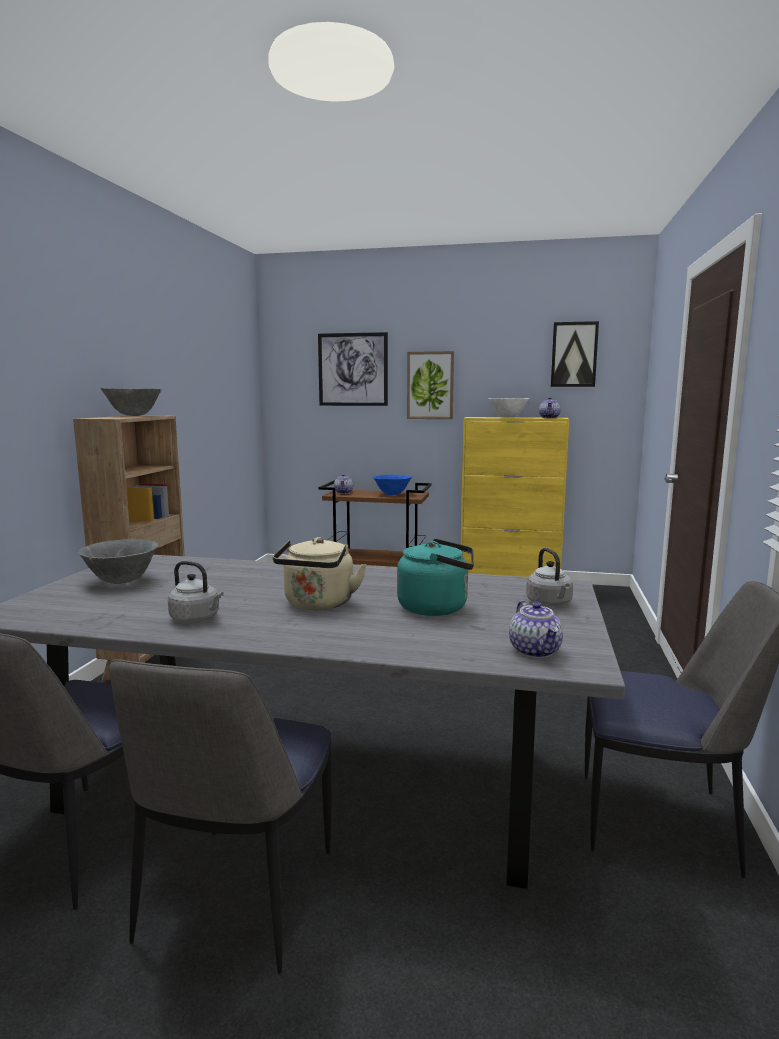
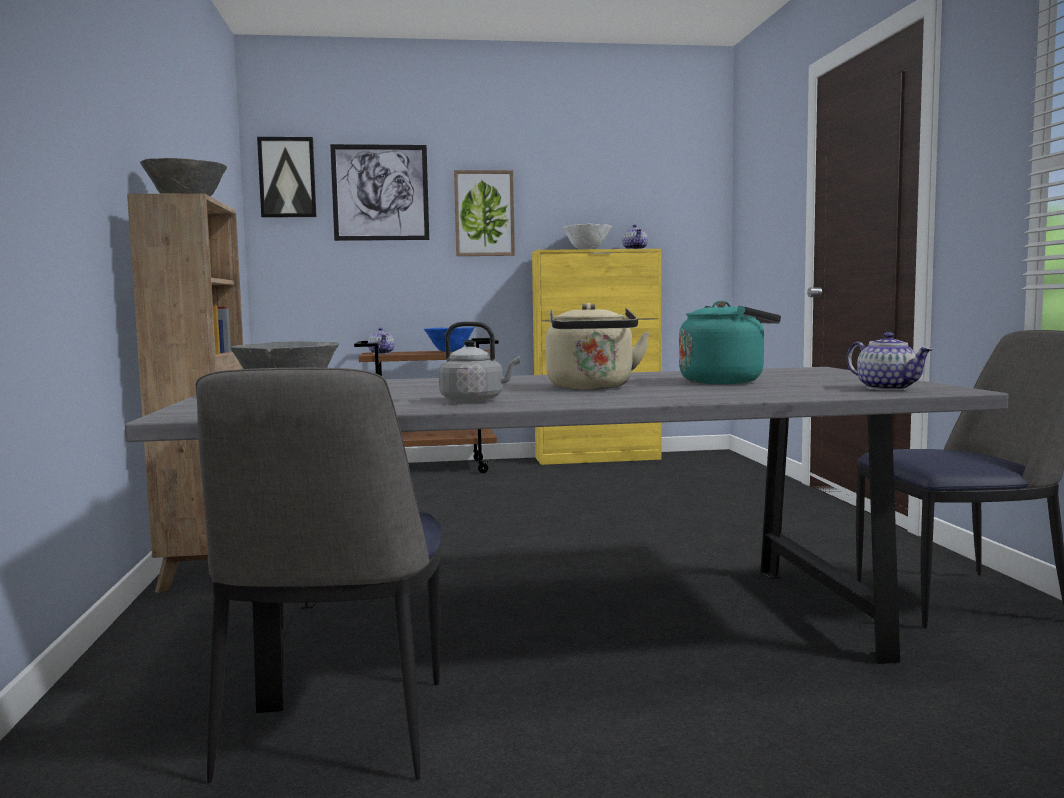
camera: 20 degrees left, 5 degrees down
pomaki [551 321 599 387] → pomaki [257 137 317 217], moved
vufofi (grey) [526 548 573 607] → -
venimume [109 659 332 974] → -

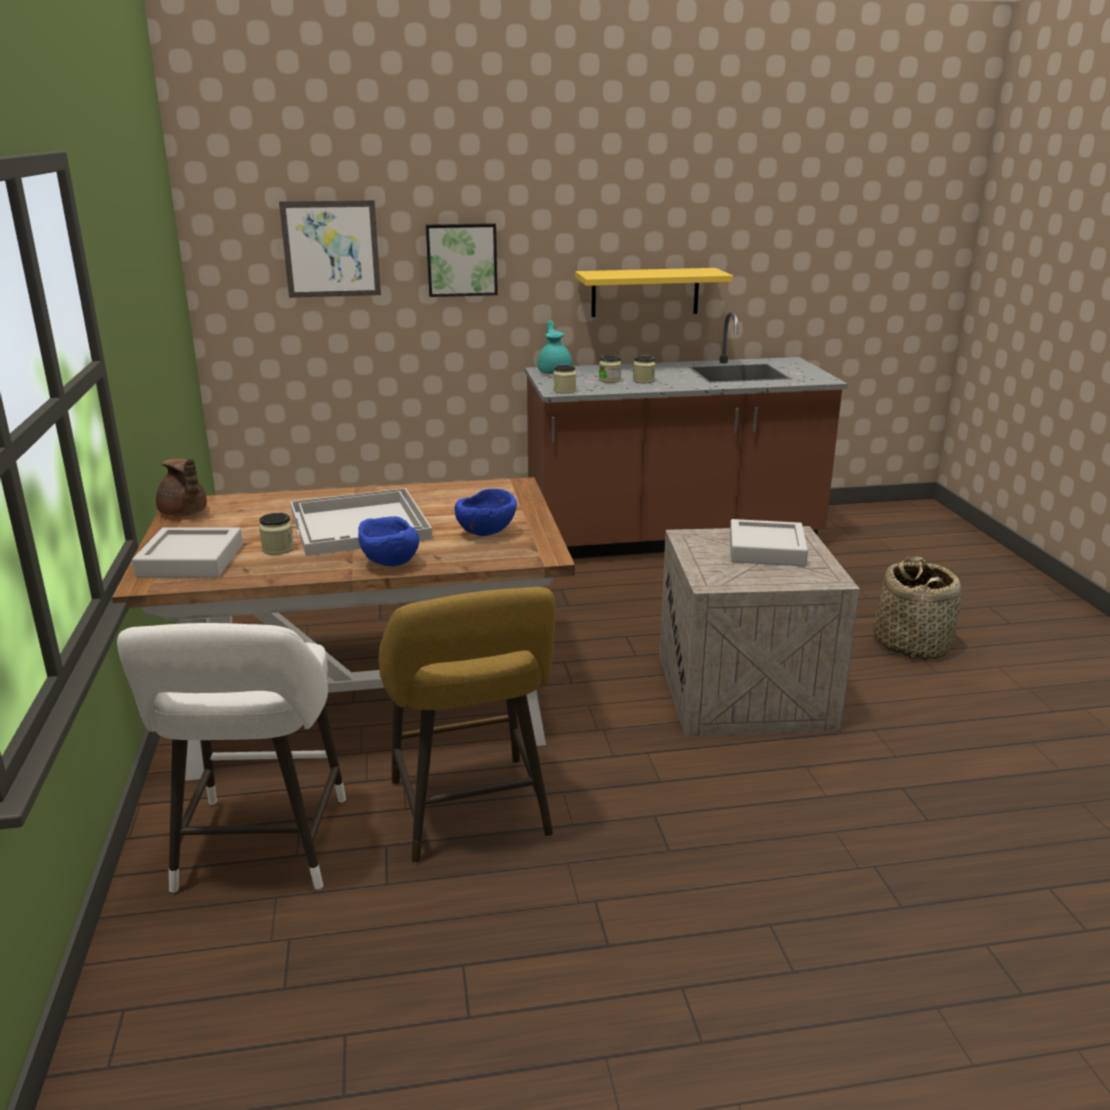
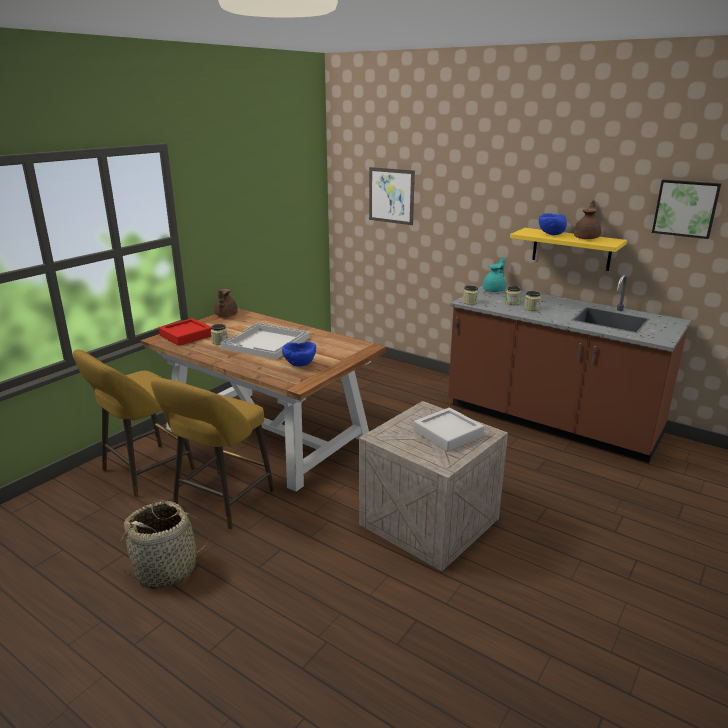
camera: 45 degrees right, 0 degrees up
pomaki [426 223 498 297] → pomaki [652 180 721 239], moved
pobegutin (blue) [358 516 419 566] → pobegutin (blue) [539 213 567 235], moved
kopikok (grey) [132 527 243 578] → kopikok (red) [159 318 211 346]
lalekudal [873 556 962 660] → lalekudal [121 500 210 589], moved
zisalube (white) [117 623 346 893] → zisalube (yellow) [73 349 196 497]
- → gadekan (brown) [574 200 601 239]

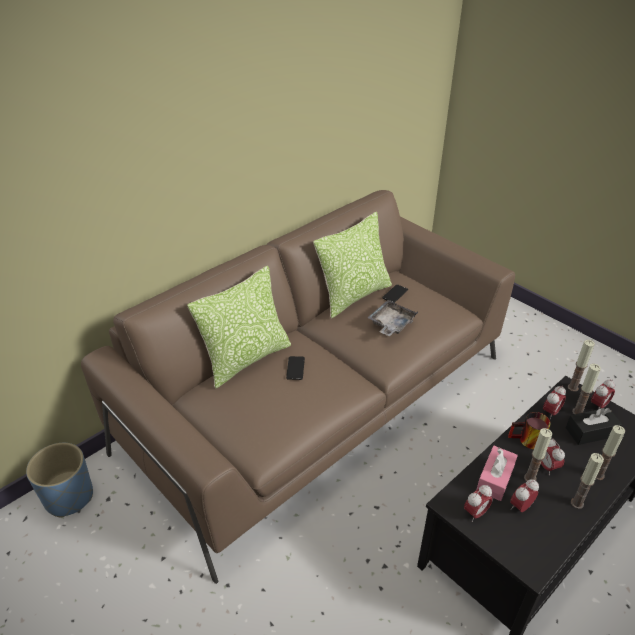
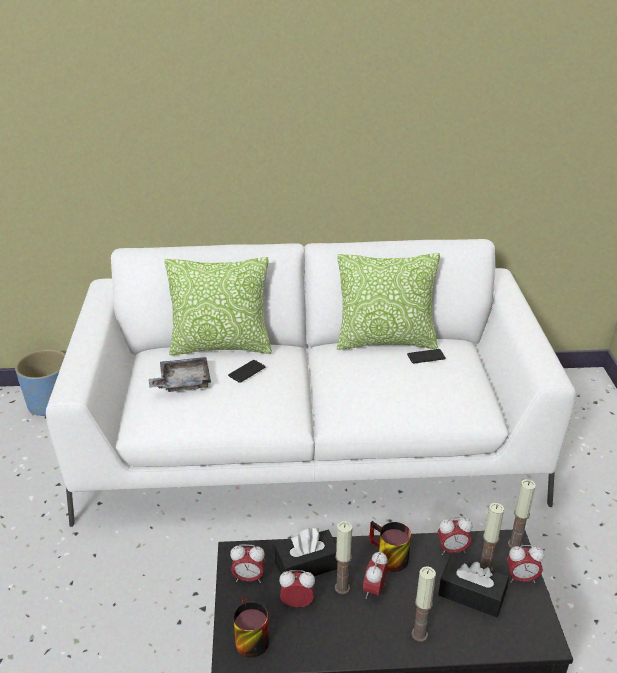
camera: 40 degrees right, 5 degrees down
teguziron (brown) [81 190 515 584] → teguziron (white) [46 239 576 527]
kopikok (grey) [367 300 418 336] → kopikok (grey) [149 357 211 392], moved
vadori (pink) [477 446 518 501] → vadori (black) [275 528 337 576]
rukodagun [571 453 604 509] → -
- → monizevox [233 593 269 658]

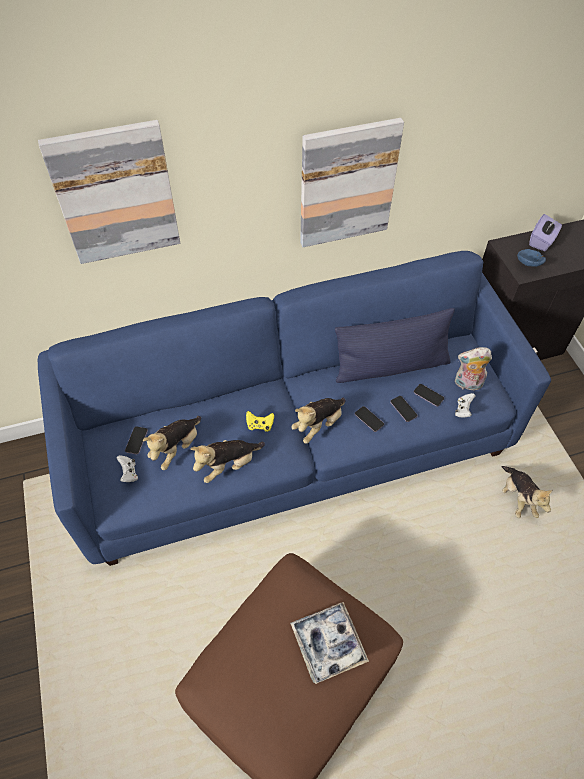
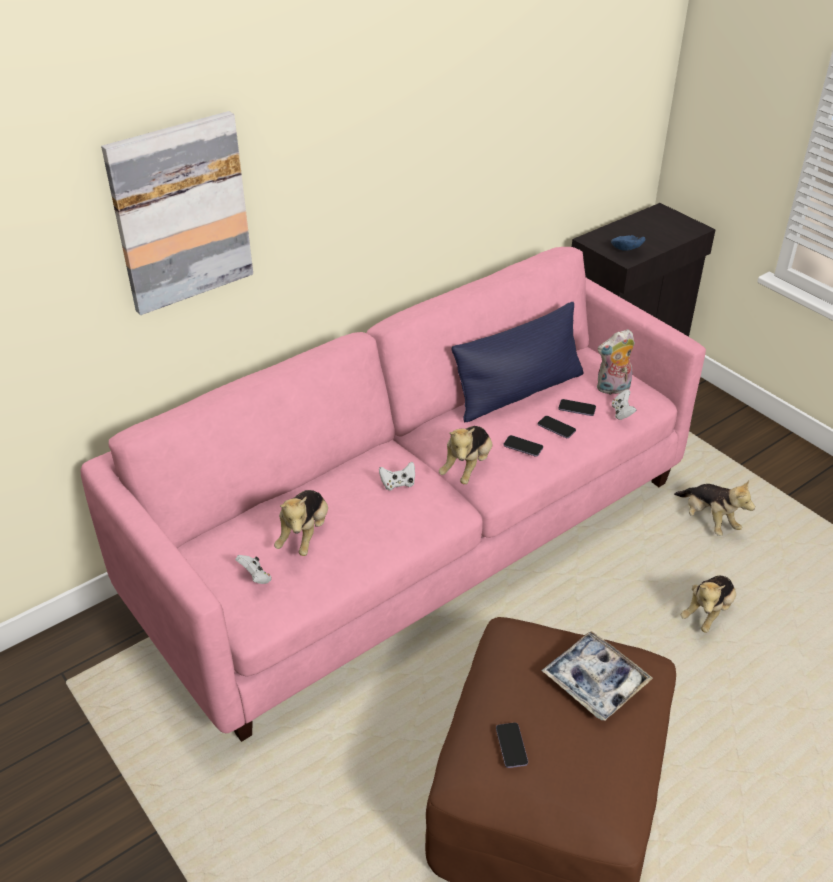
camera: 20 degrees left, 15 degrees down
pomaki [300 118 404 247] → -
vadori (purple) [529 214 562 252] → -
teguziron (blue) [38 251 551 566] → teguziron (pink) [81 247 706 742]
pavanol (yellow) [246 411 274 432] → pavanol (white) [379 462 415 490]
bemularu [125 426 148 455] → bemularu [496 723 528 768], moved
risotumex [191 440 265 483] → risotumex [681 576 736 633], moved

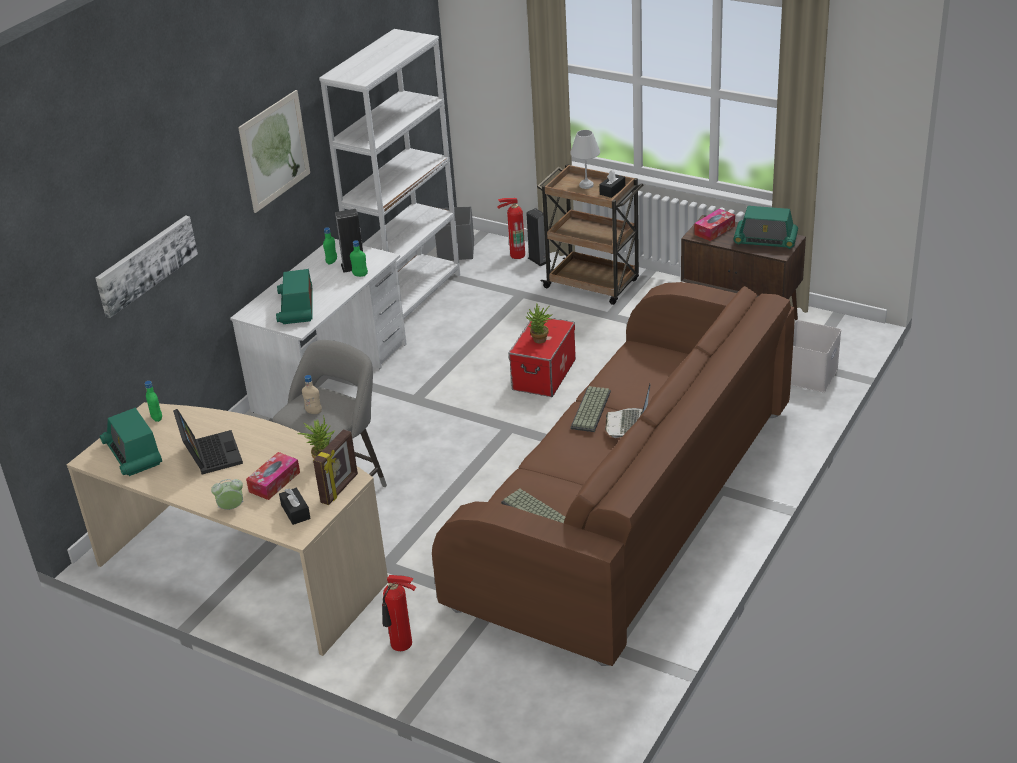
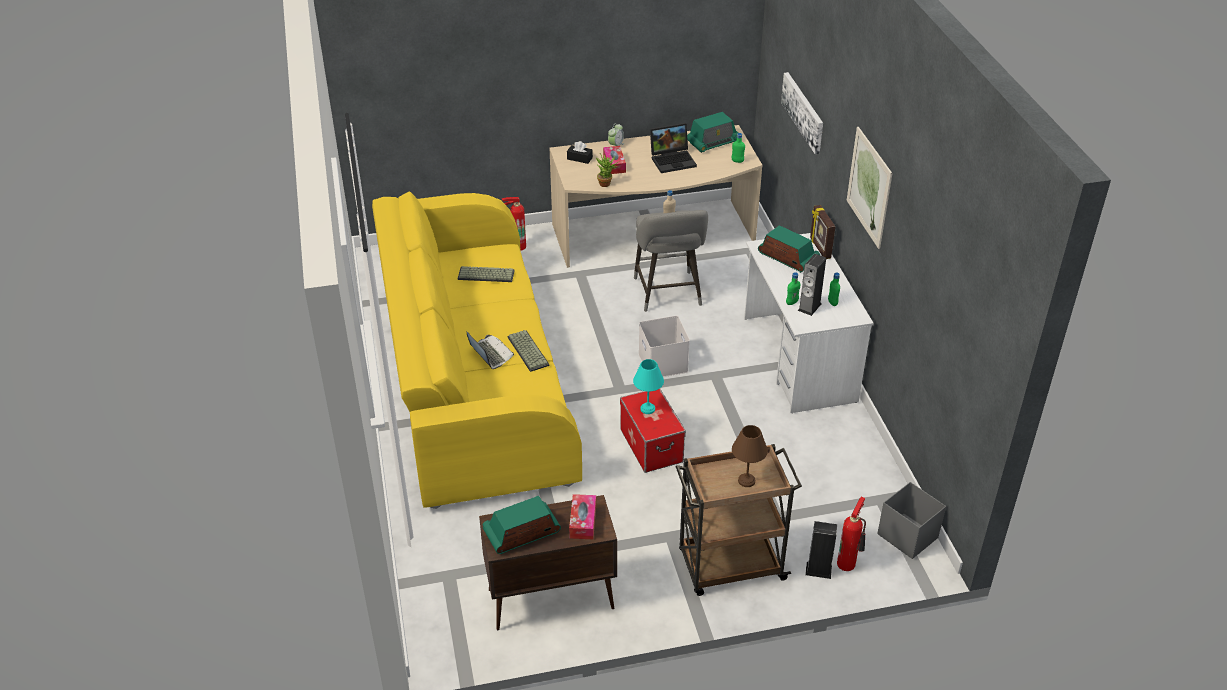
camera: 135 degrees right, 5 degrees up
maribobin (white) [319 29 460 319] → -
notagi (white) [570 130 600 189] → notagi (brown) [732 425 768 487]
vadori (black) [599 170 625 198] → -
teguziron (brown) [432 282 795 666] → teguziron (yellow) [372 192 582 509]
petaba [525 303 553 343] → notagi (turquoise) [633 359 664 414]
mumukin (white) [791 320 841 392] → mumukin (white) [639 316 690 377], moved
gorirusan [100 408 162 476] → gorirusan [687 112 738 153], 135 degrees clockwise
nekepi [173 409 243 475] → nekepi [650 123 697 173], 45 degrees counterclockwise
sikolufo [313 430 358 505] → sikolufo [810 205 835 259], moved

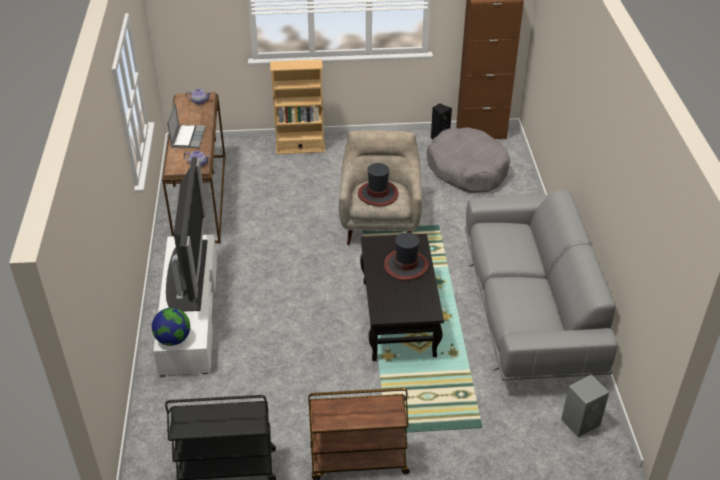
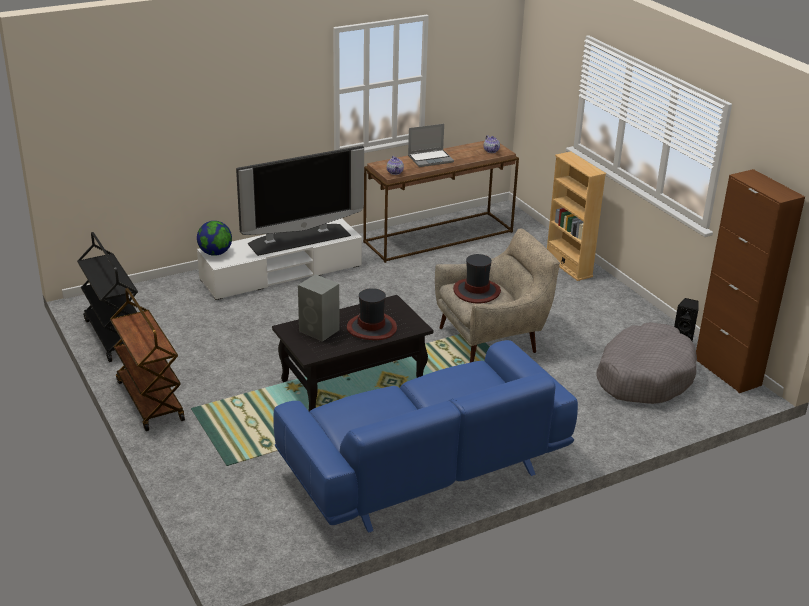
camera: 65 degrees right, 10 degrees down
teguziron (grey) [465 190 617 381] → teguziron (blue) [273 340 578 533]
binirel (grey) [561 375 609 437] → binirel (grey) [298 274 340 342], moved

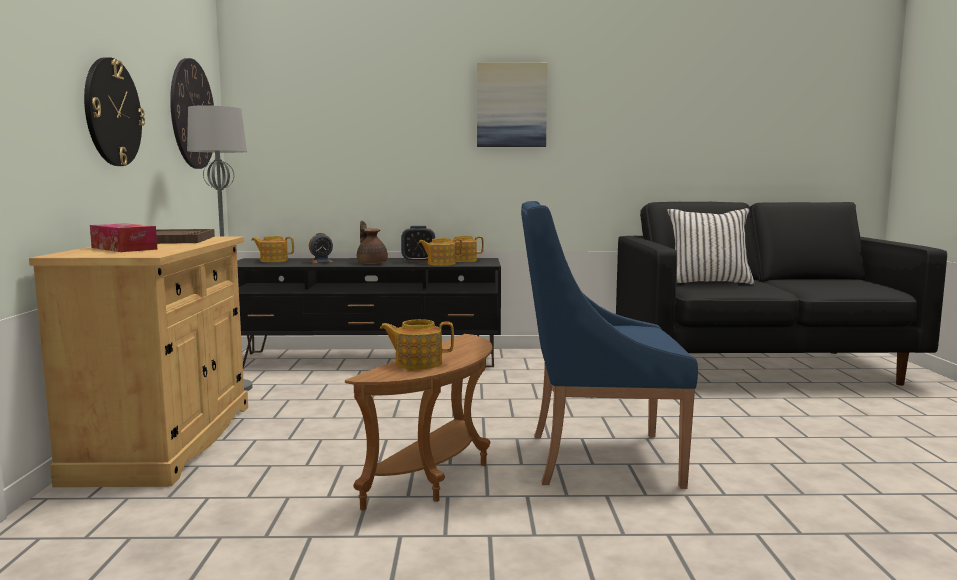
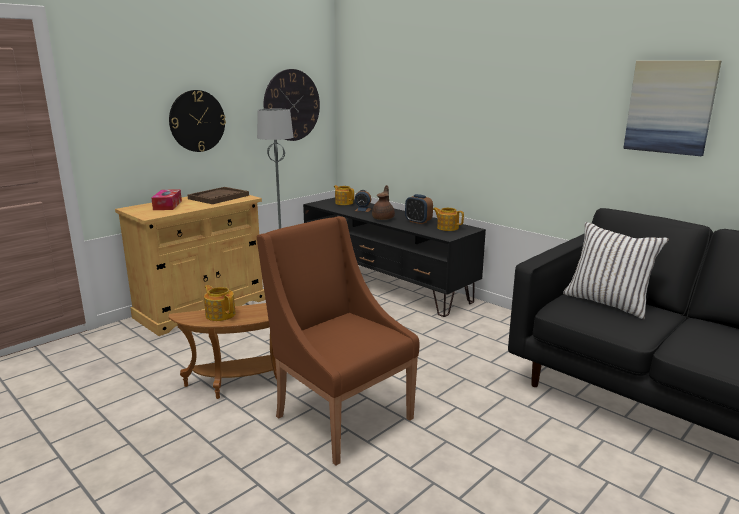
camera: 45 degrees right, 10 degrees up
pomaki [477 62 547 147] → pomaki [623 61 721 156], moved
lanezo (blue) [521 201 698 489] → lanezo (brown) [257 216 420 466]
gadekan [419 238 463 266] → -

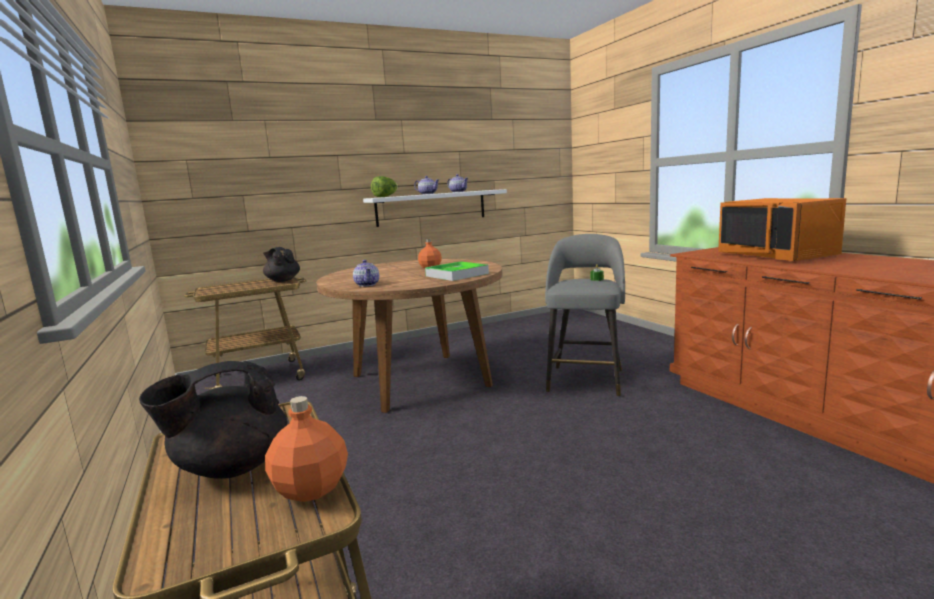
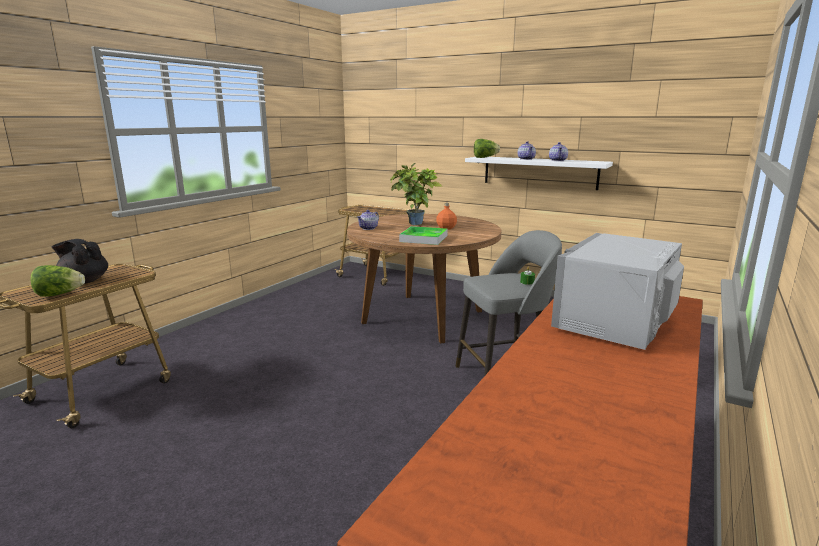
camera: 55 degrees right, 5 degrees up
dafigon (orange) [718 198 846 261] → dafigon (grey) [551 233 684 350]
gadekan (black) [263 247 300 282] → -
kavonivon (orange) [265 396 348 502] → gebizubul [31 265 85 297]
- → petaba [390 163 442 225]

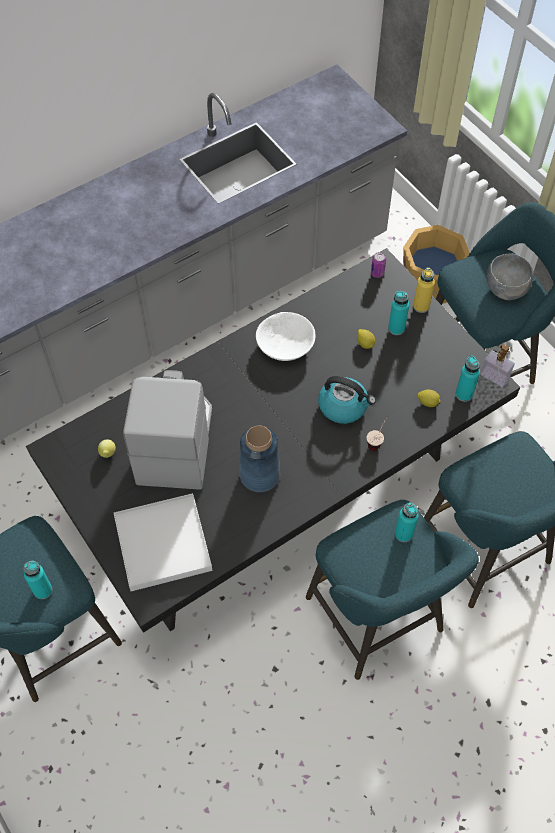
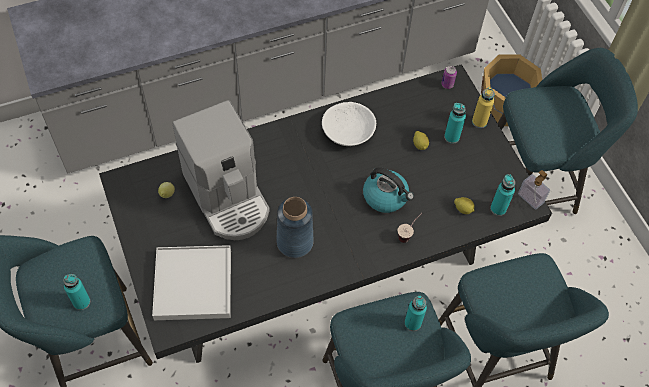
camera: 10 degrees right, 0 degrees up
pobegutin (grey) [486 254 533 300] → -
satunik [123 370 212 490] → satunik [172 100 270 240], 135 degrees clockwise

